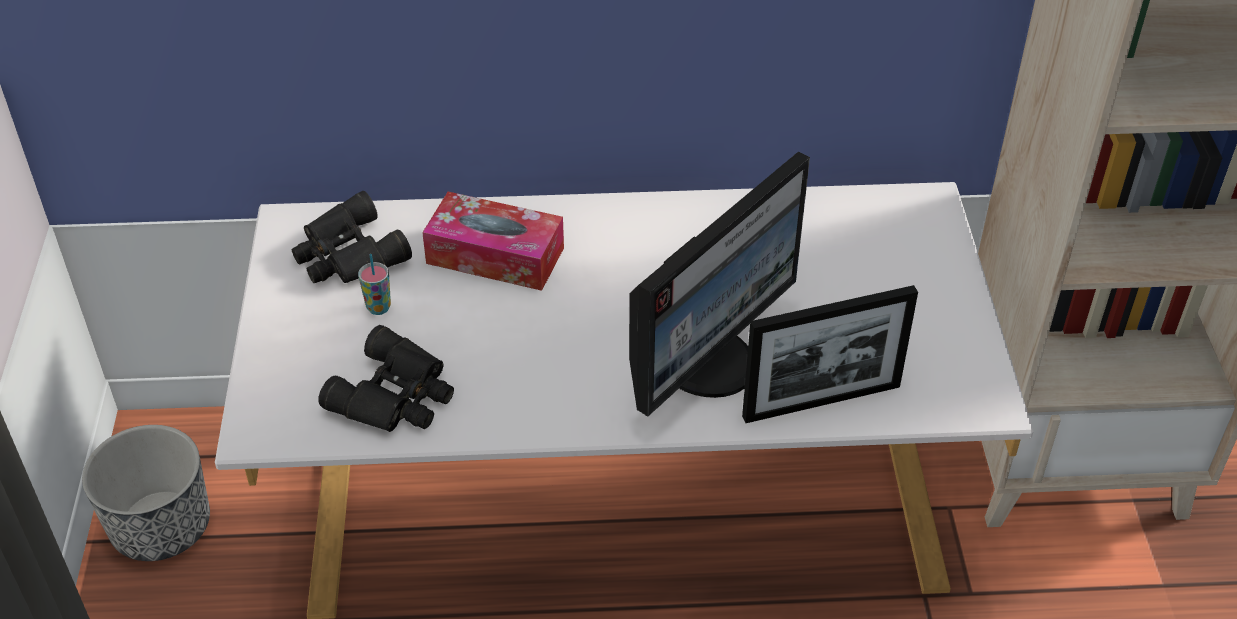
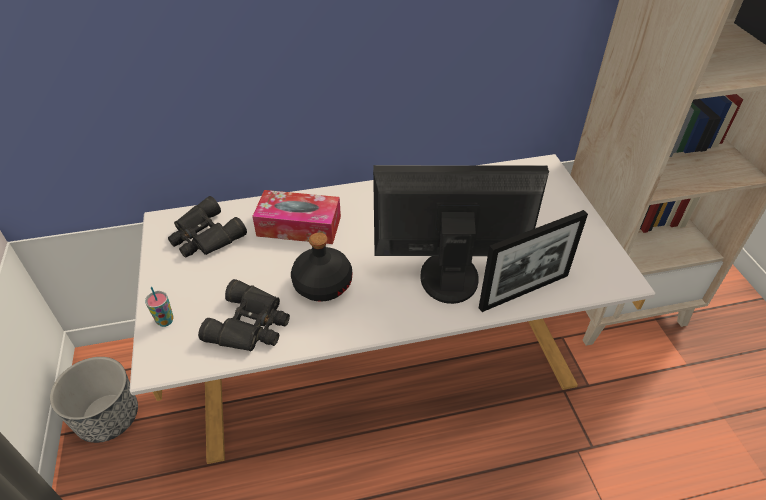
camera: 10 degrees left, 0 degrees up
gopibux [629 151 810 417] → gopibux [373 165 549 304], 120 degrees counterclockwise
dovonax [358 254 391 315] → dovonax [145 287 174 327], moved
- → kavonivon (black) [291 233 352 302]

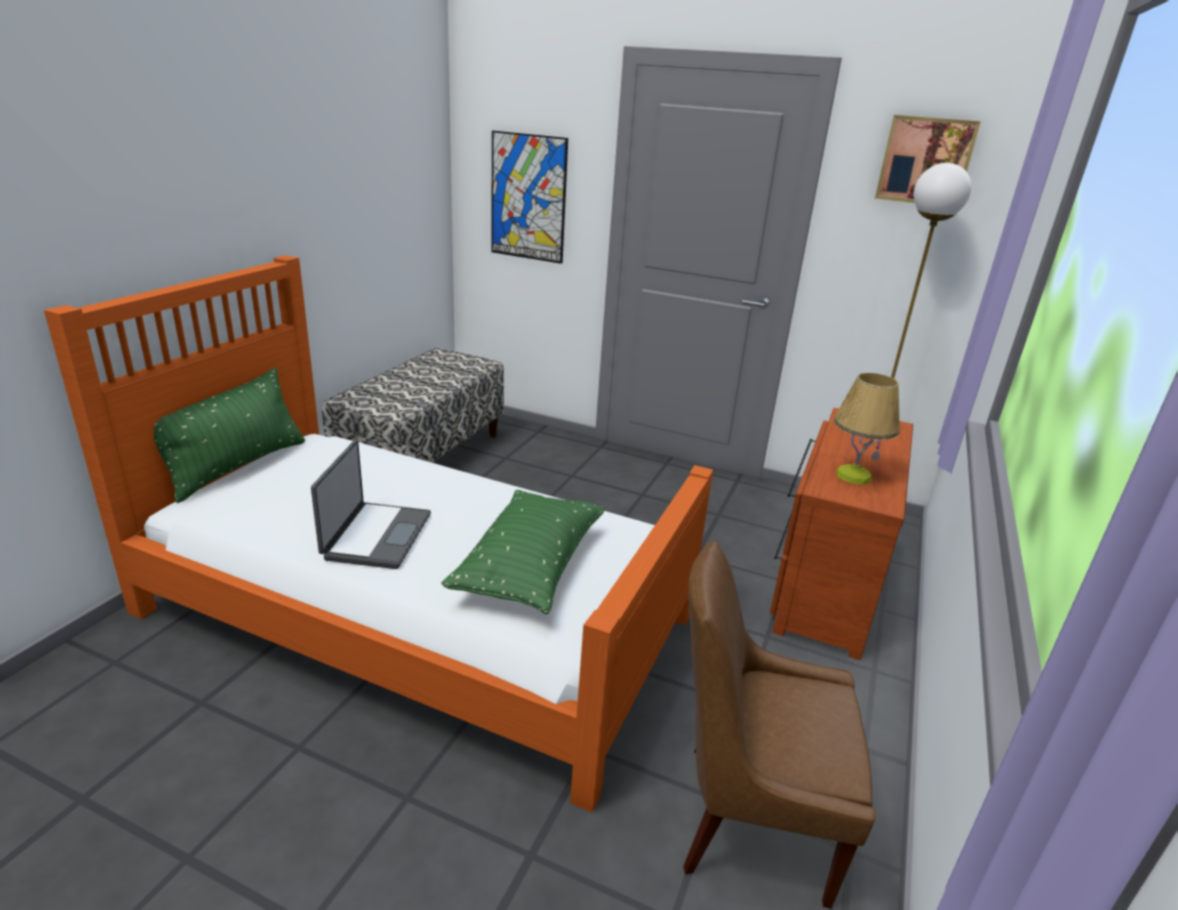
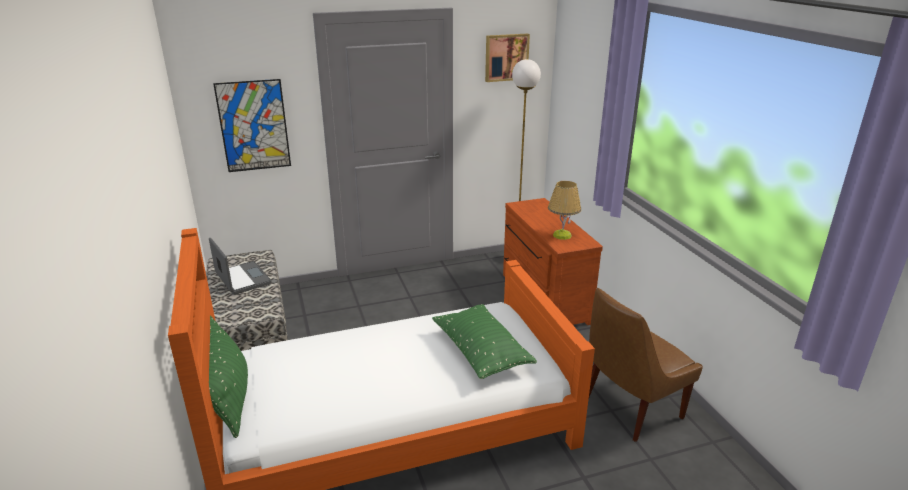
camera: 40 degrees left, 0 degrees up
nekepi [311 440 431 569] → nekepi [209 238 272 295], moved

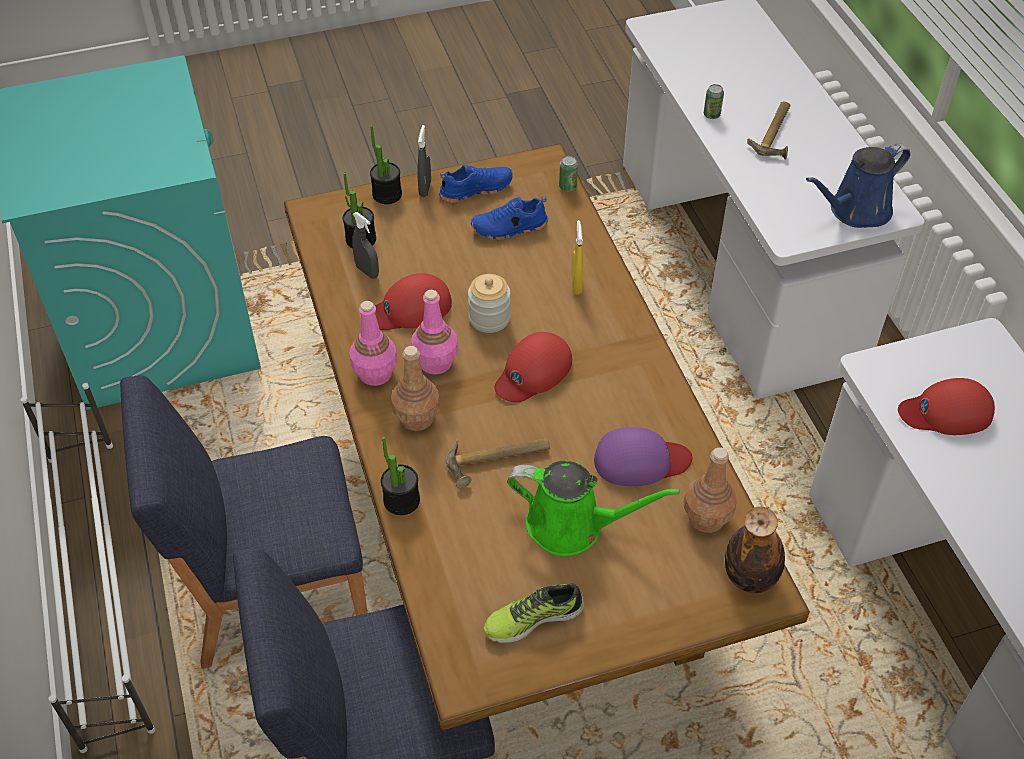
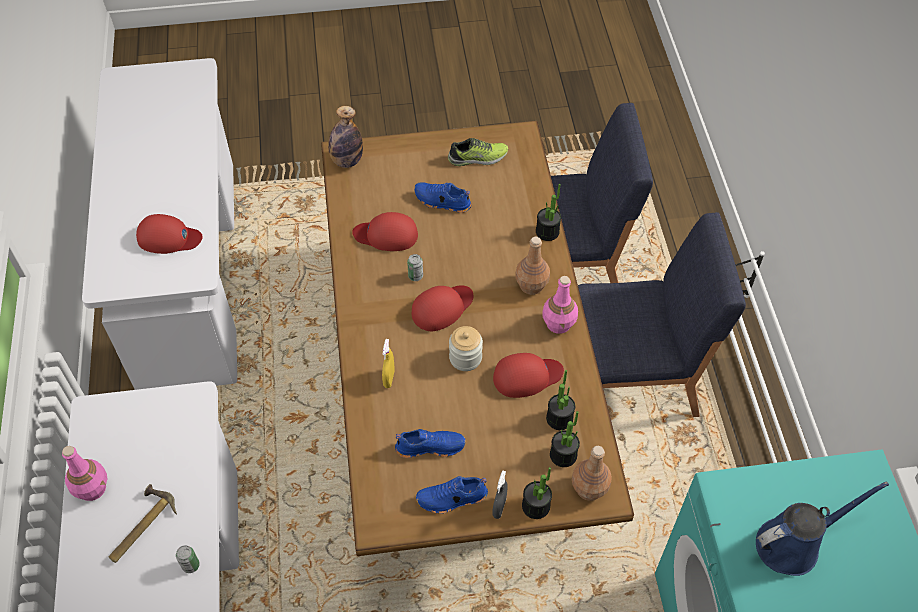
camera: 170 degrees left, 5 degrees up
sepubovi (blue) [806 143 911 228] → sepubovi (blue) [756 481 889 576], moved
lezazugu [559 156 578 191] → lezazugu [407 254 423 281], moved
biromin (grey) [352 212 379 279] → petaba [546 370 575 430]
kavonivon (pink) [411 290 458 374] → kavonivon (pink) [62 446 107 501], moved
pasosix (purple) [594 427 692 486] → pasosix (red) [352 212 418 251]
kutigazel [446 438 550 488] → -
kavonivon (brown) [683 448 737 533] → kavonivon (brown) [572 446 612 501], moved
sepubovi (green) [507 461 680 556] → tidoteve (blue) [414 182 472 213]

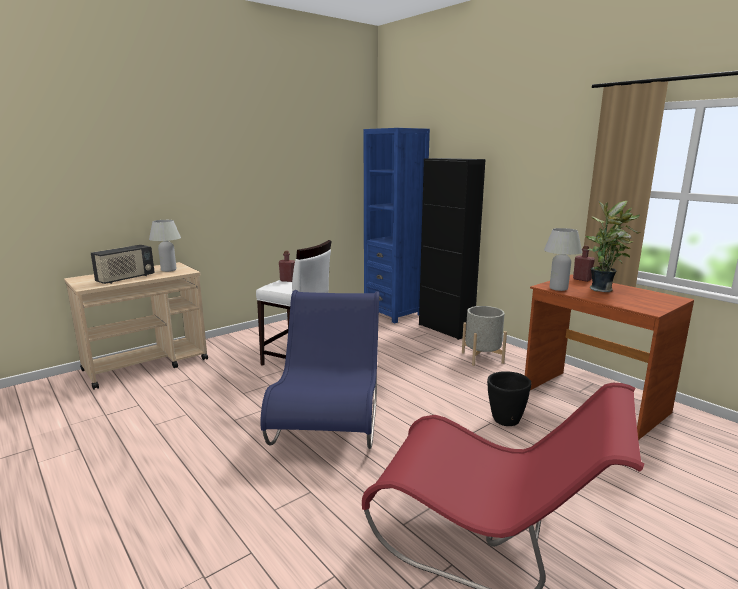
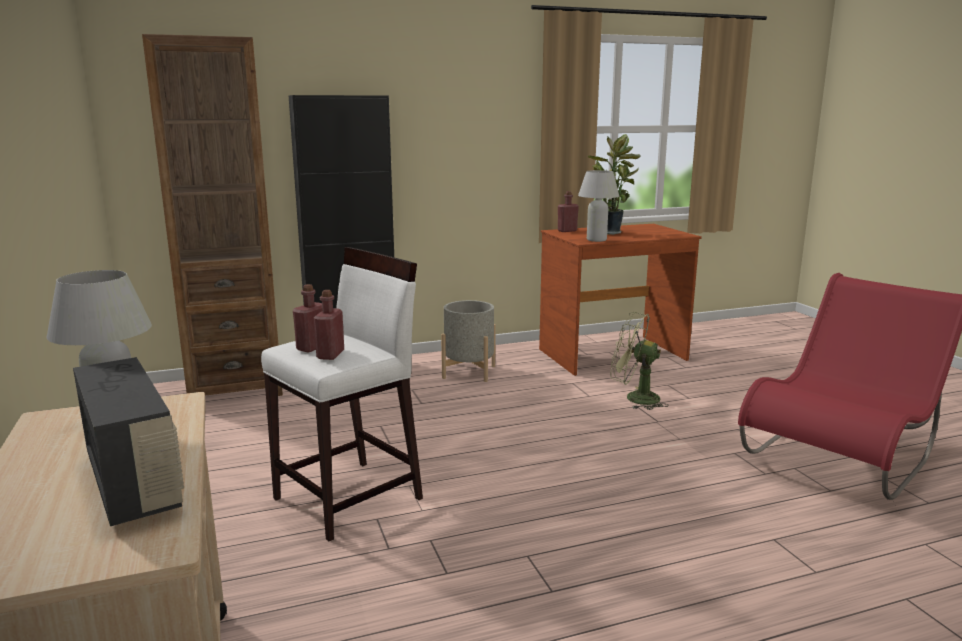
camera: 70 degrees left, 0 degrees up
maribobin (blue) [364 128 430 324] → maribobin (brown) [142 34 283 396]
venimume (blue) [260 290 380 449] → -
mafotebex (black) [487 371 531 426] → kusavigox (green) [611 312 669 410]
- → kavonivon (red) [314 290 344 360]

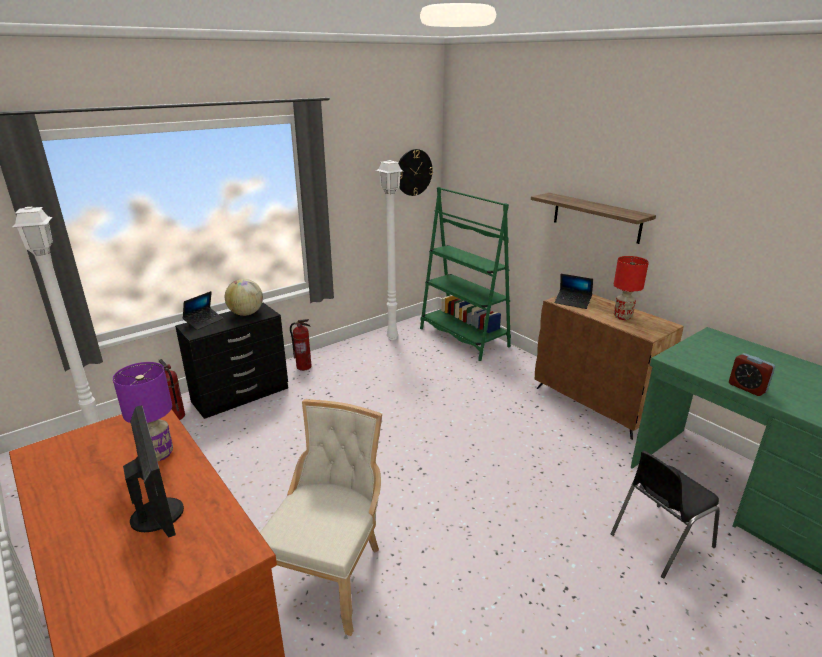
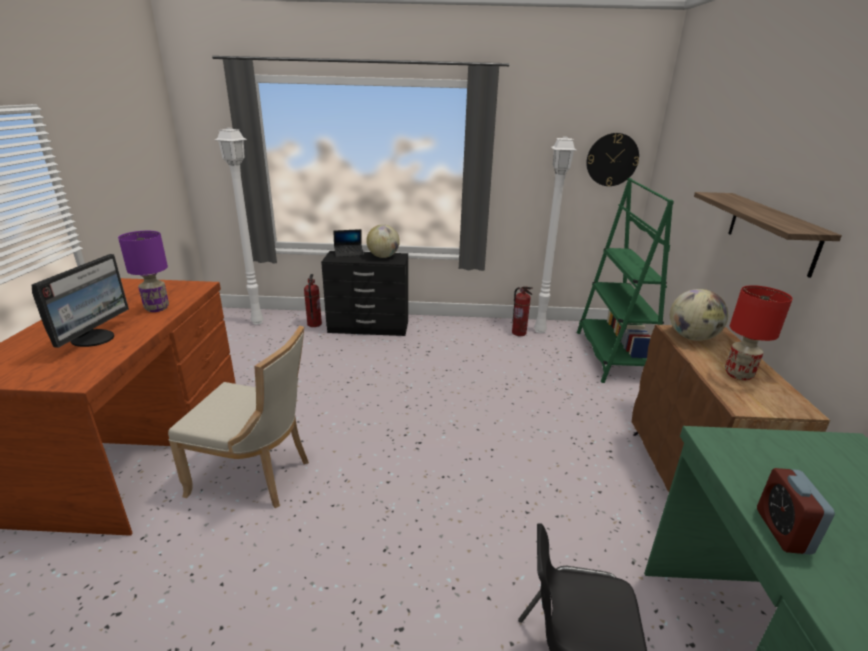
camera: 40 degrees right, 0 degrees up
nekepi [555 274 593 309] → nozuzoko [670 289 728 341]
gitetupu [290 319 312 371] → gitetupu [512 286 532 336], moved
venimume (beige) [260 399 382 636] → venimume (beige) [168 325 309 508], 45 degrees clockwise

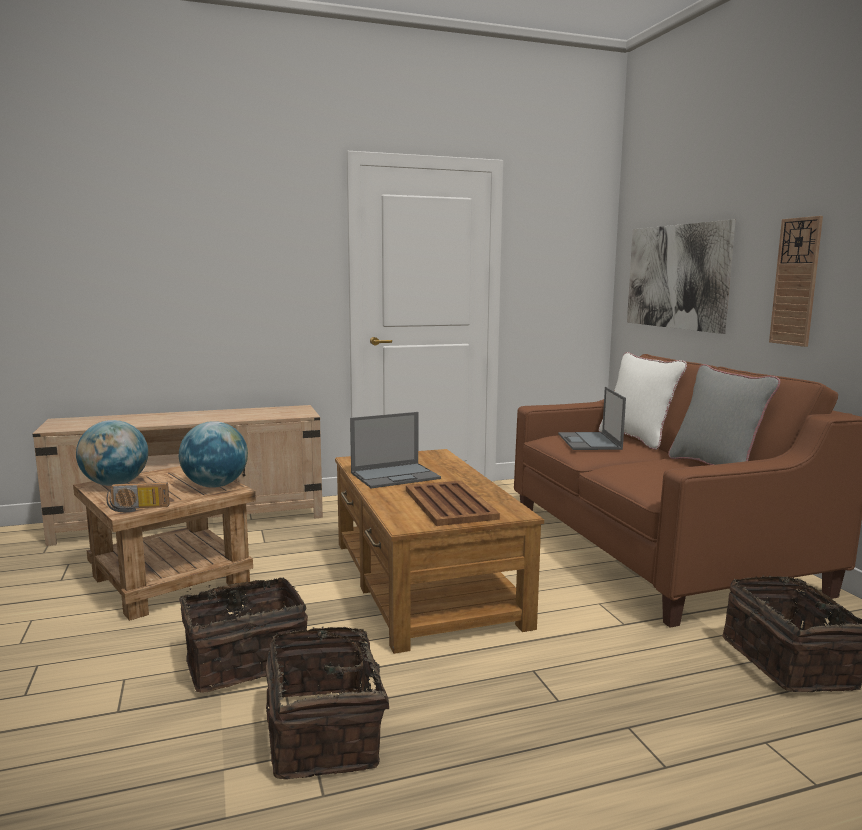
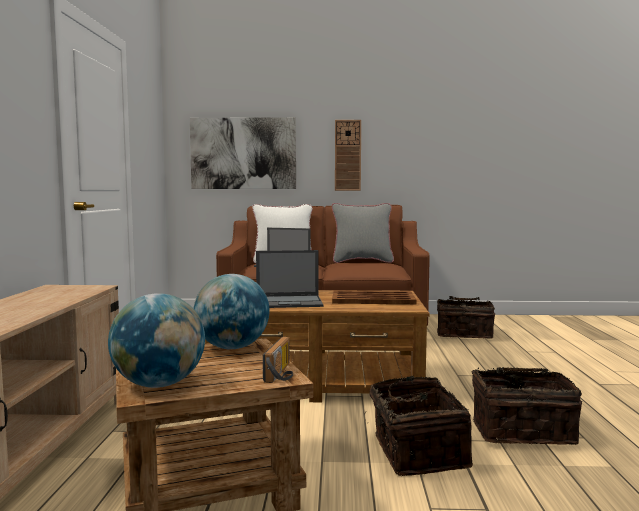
camera: 70 degrees left, 5 degrees down
nekepi [350 412 441 488] → nekepi [256 250 323 308], 90 degrees clockwise

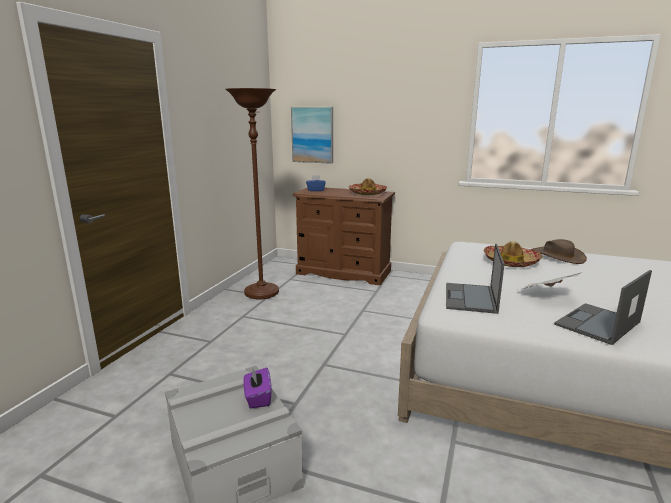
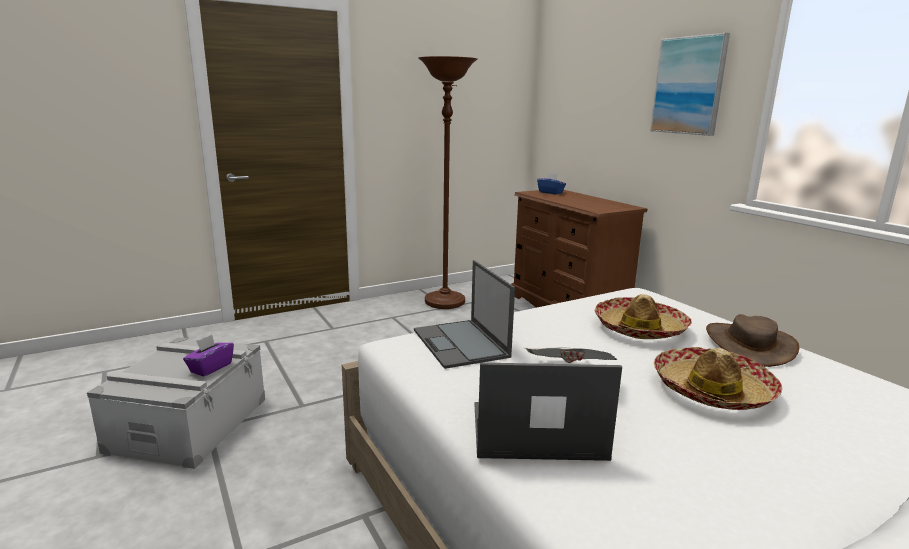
camera: 40 degrees right, 0 degrees up
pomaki [291 107 333 164] → pomaki [650 33 730 136], moved
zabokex [349 178 387 195] → zabokex [654 347 782 410], moved
nekepi [446 244 504 314] → nekepi [414 260 515 369], 75 degrees counterclockwise

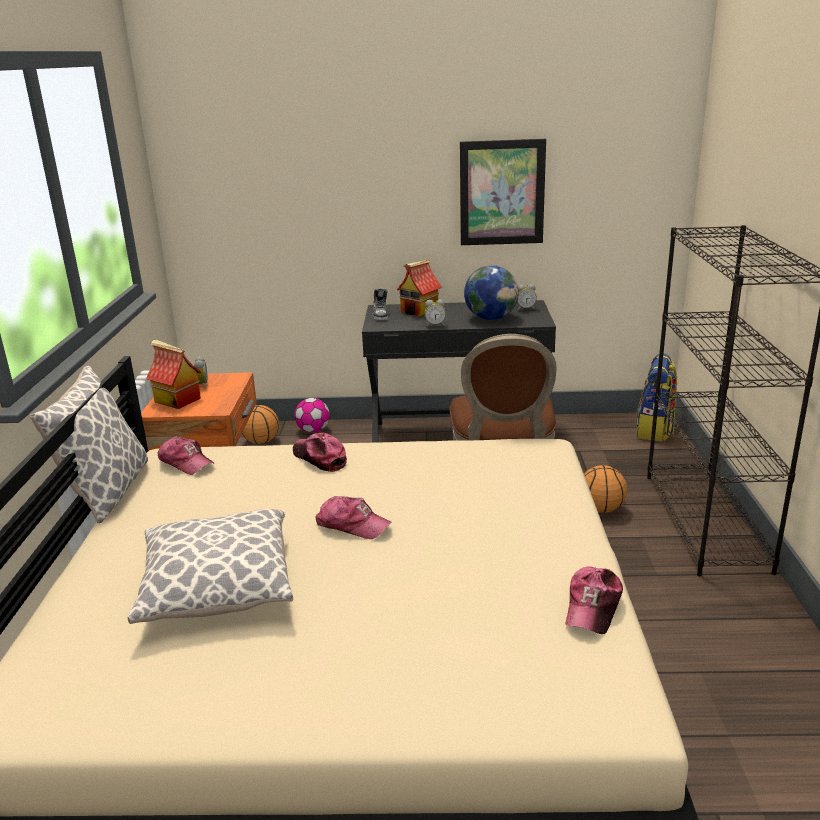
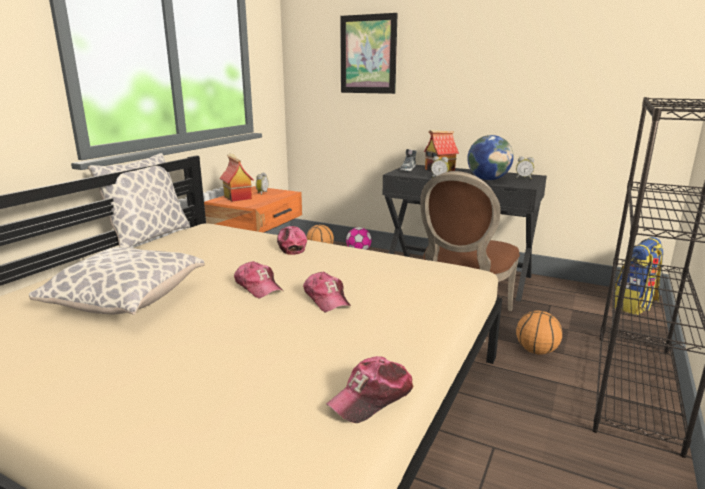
camera: 25 degrees right, 5 degrees down
pomaki [460 139 546 245] → pomaki [340 13 398 94], moved
pasosix [158 436 215 475] → pasosix [303 272 351 312], moved

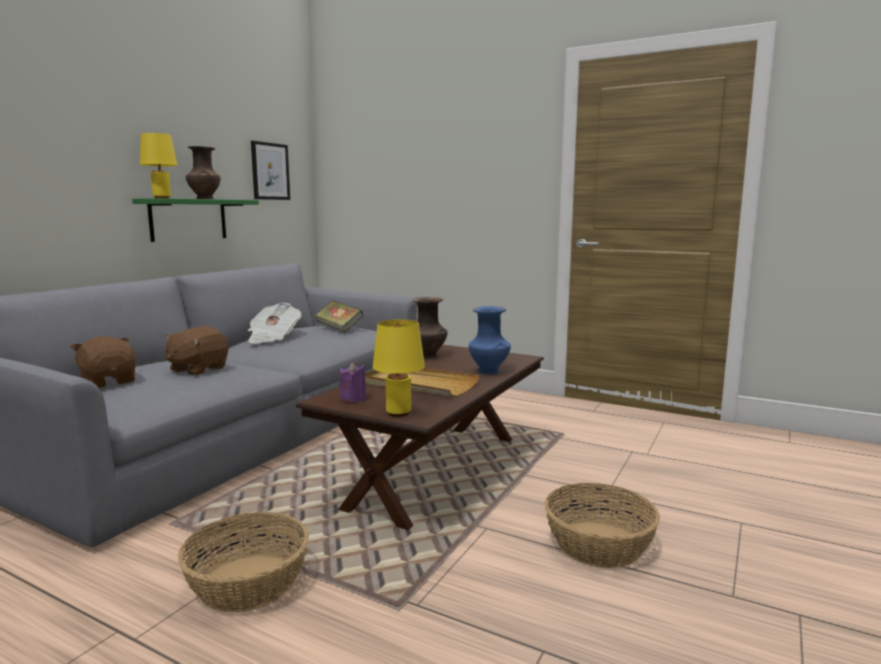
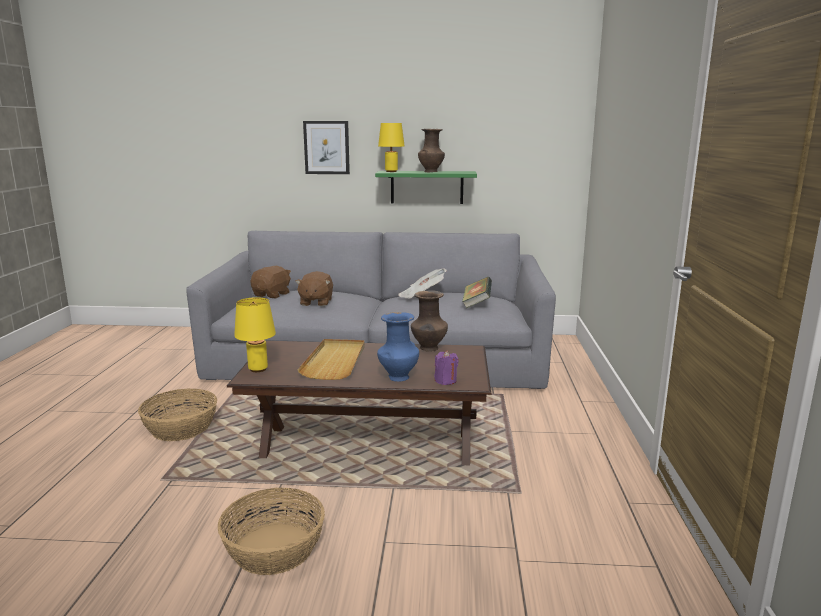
camera: 65 degrees right, 5 degrees up
pomaki [251 141 290 200] → pomaki [303 121 350 174], moved
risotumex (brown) [165 326 229 376] → risotumex (brown) [295 271 333 306], 90 degrees counterclockwise
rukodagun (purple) [340 362 366 402] → rukodagun (purple) [434 350 458 385], moved

